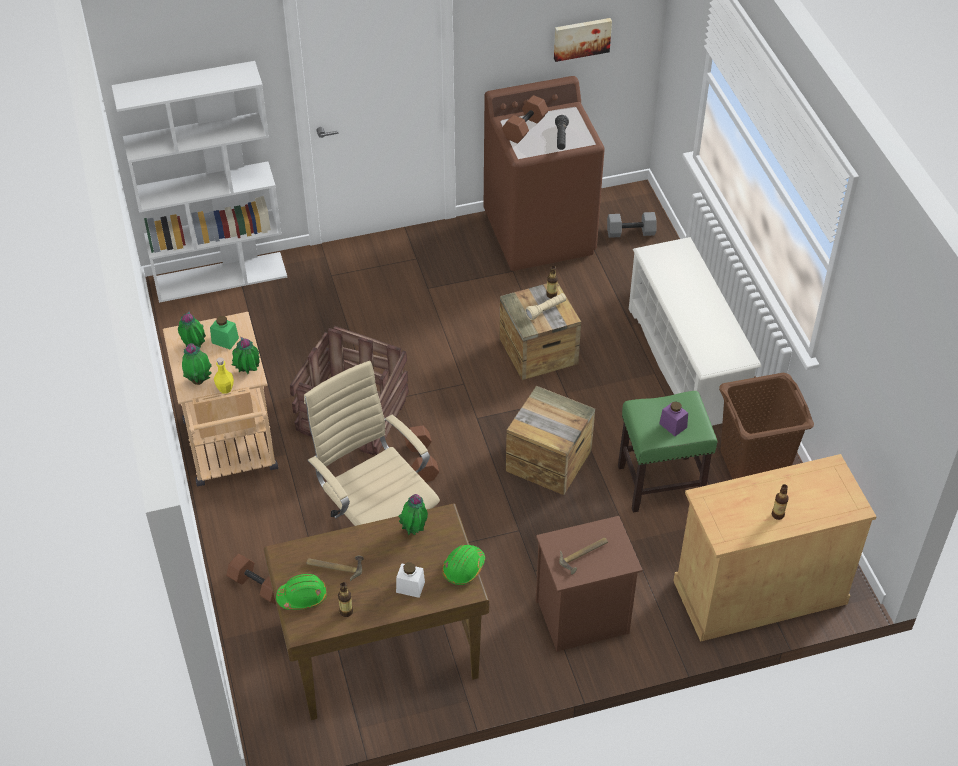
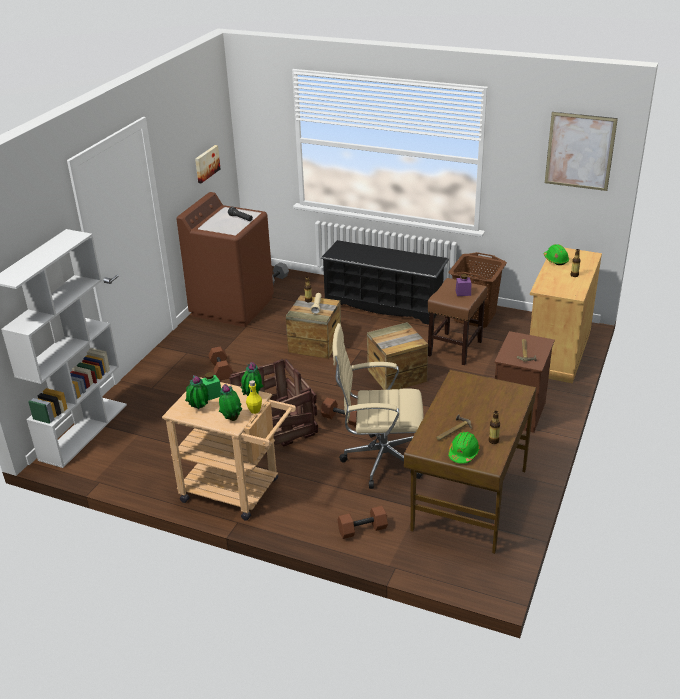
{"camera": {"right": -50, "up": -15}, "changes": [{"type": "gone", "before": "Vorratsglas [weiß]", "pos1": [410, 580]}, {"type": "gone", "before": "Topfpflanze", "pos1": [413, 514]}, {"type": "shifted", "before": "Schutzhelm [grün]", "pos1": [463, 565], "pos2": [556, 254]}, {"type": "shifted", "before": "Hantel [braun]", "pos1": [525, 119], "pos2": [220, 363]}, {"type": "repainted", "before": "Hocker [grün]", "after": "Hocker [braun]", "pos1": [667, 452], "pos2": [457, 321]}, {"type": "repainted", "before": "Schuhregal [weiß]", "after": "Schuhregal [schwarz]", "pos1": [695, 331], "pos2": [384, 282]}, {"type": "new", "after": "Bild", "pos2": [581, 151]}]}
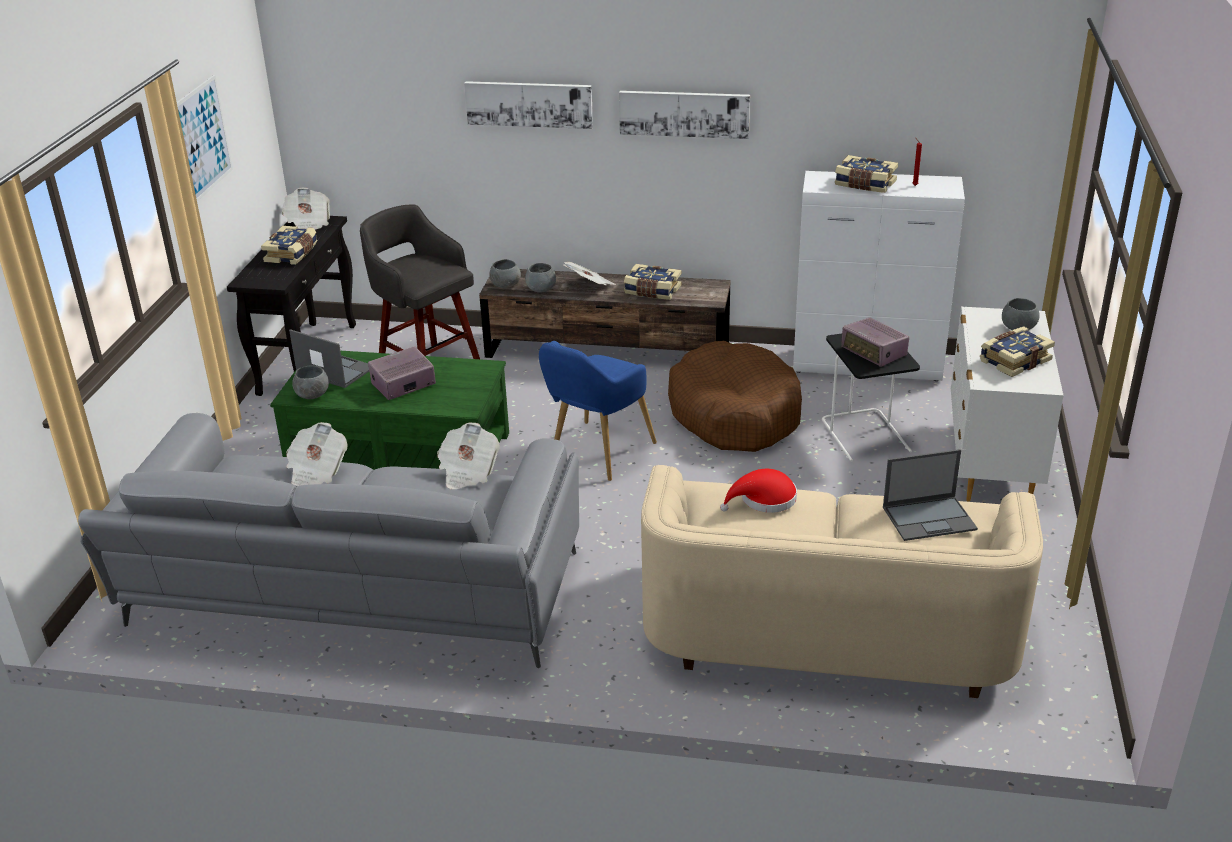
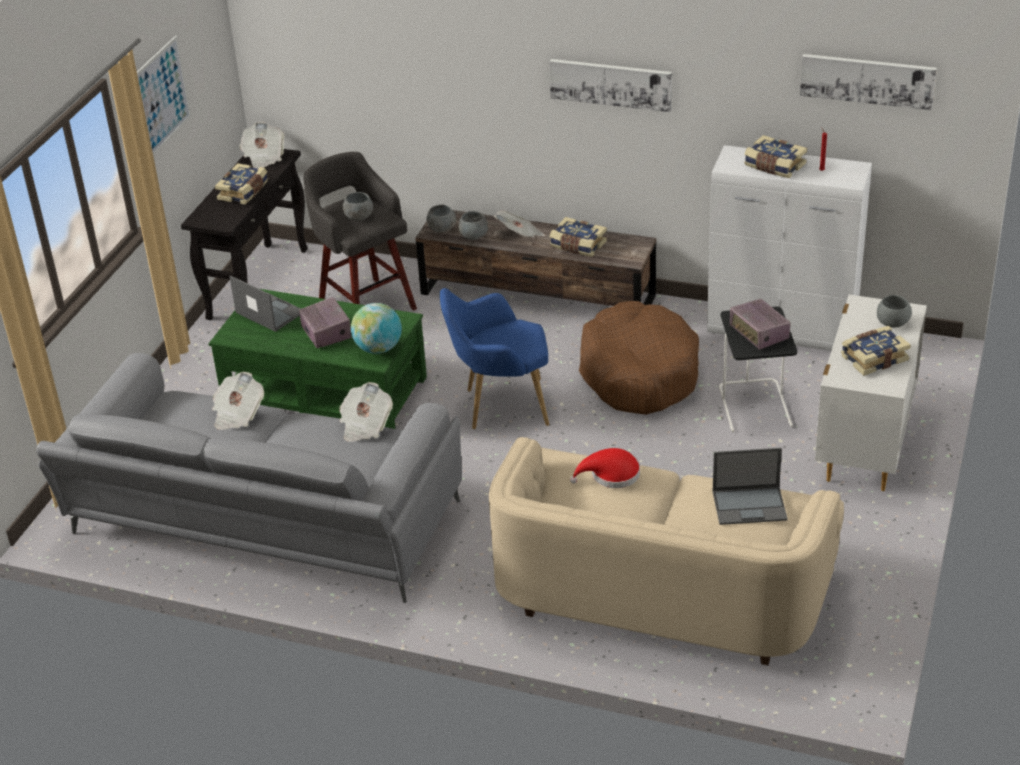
{"camera": {"right": 10, "up": 5}, "changes": [{"type": "shifted", "before": "Schüssel [grau]", "pos1": [310, 382], "pos2": [358, 206]}, {"type": "rotated", "before": "Radio", "pos1": [402, 373], "pos2": [325, 322], "turn": 90}, {"type": "shifted", "before": "Bild", "pos1": [528, 105], "pos2": [868, 82]}, {"type": "rotated", "before": "Sessel [blau]", "pos1": [598, 411], "pos2": [494, 358], "turn": 45}, {"type": "new", "after": "Globus", "pos2": [376, 328]}]}
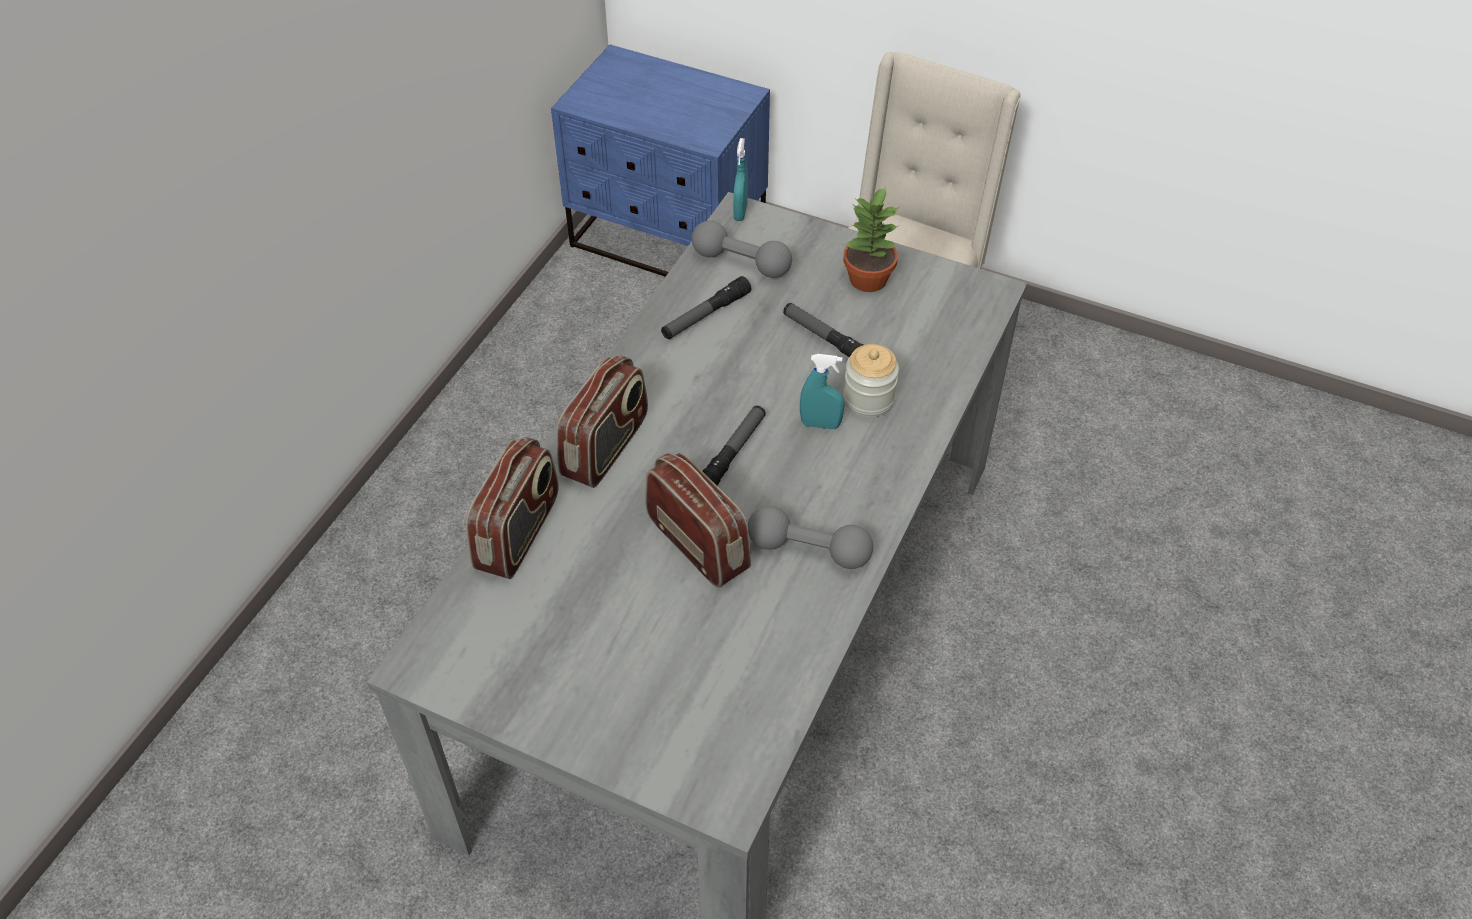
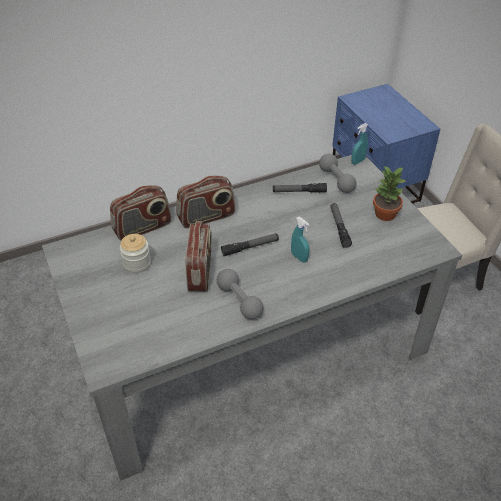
{"camera": {"right": 40, "up": -5}, "changes": [{"type": "shifted", "before": "Vorratsglas", "pos1": [871, 381], "pos2": [135, 253]}]}
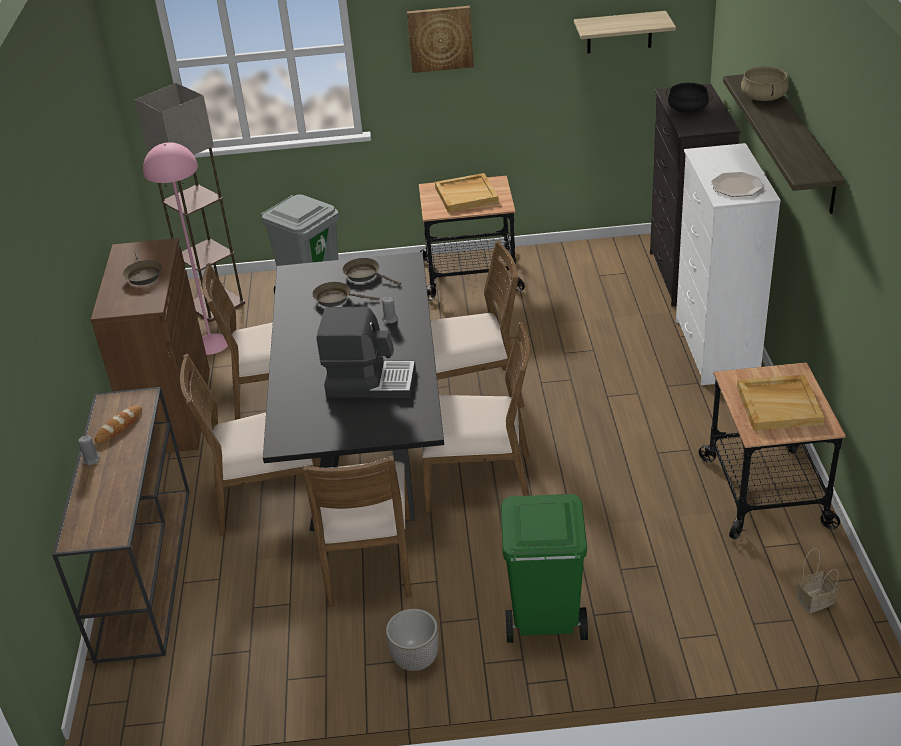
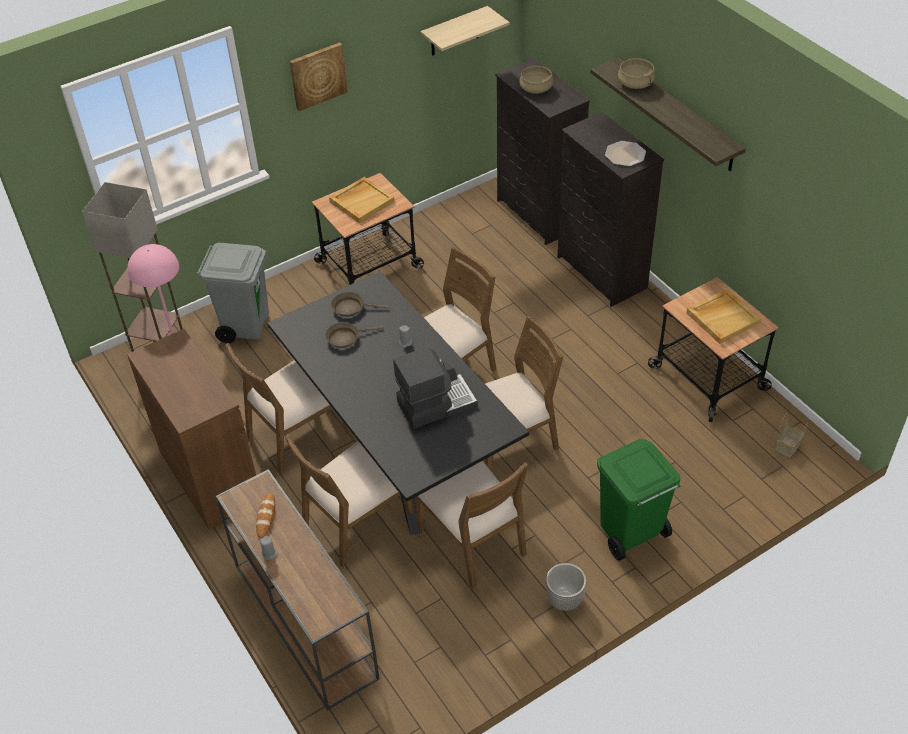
{"camera": {"right": -30, "up": 10}, "changes": [{"type": "gone", "before": "Pfanne [braun]", "pos1": [142, 268]}, {"type": "repainted", "before": "Kochtopf [schwarz]", "after": "Kochtopf [beige]", "pos1": [689, 98], "pos2": [536, 80]}, {"type": "repainted", "before": "Kommode [weiß]", "after": "Kommode [schwarz]", "pos1": [728, 264], "pos2": [610, 209]}]}
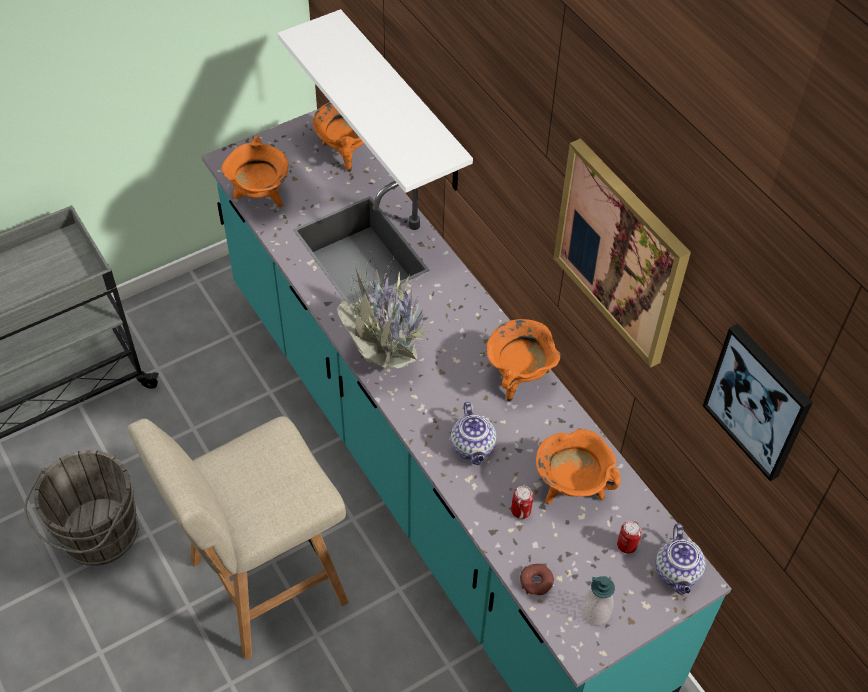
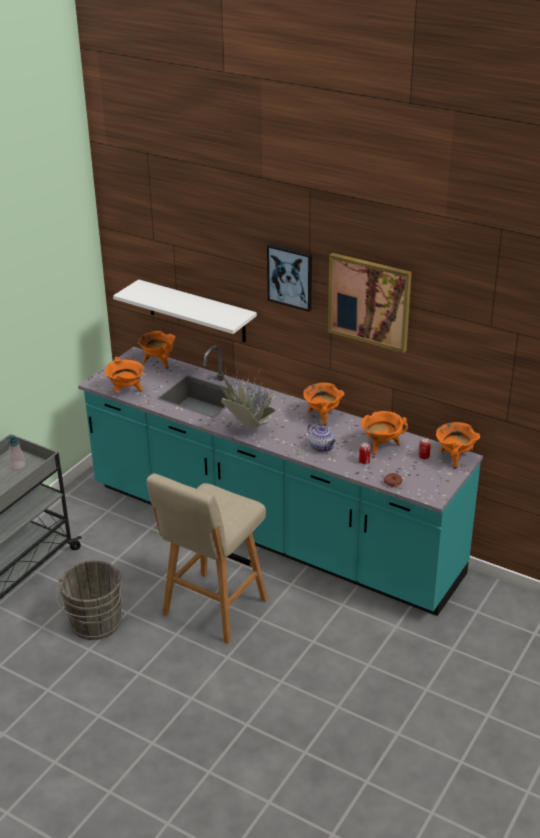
{"camera": {"right": -25, "up": -20}, "changes": [{"type": "shifted", "before": "Seifenspender", "pos1": [598, 600], "pos2": [15, 452]}, {"type": "swapped", "before": "Teekanne", "after": "Kochtopf [orange]", "pos1": [680, 558], "pos2": [458, 445]}, {"type": "shifted", "before": "Bild", "pos1": [758, 402], "pos2": [289, 278]}]}
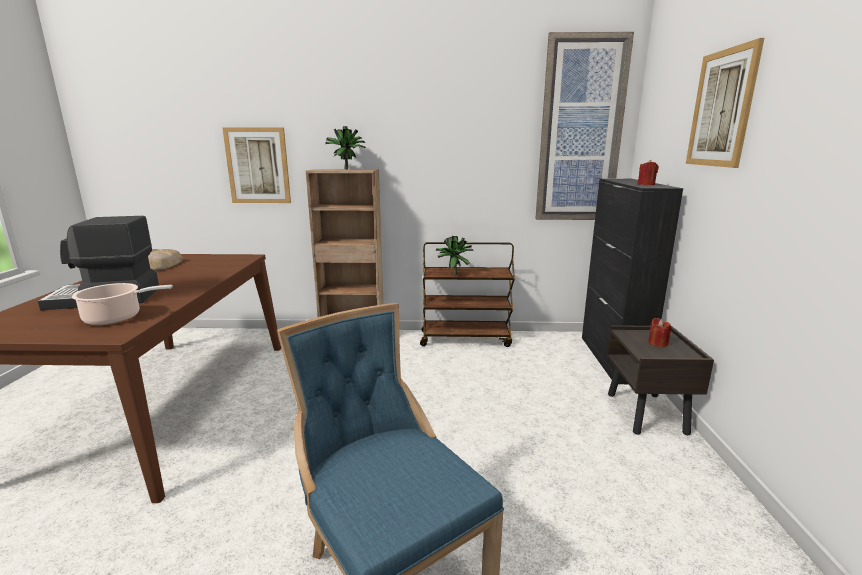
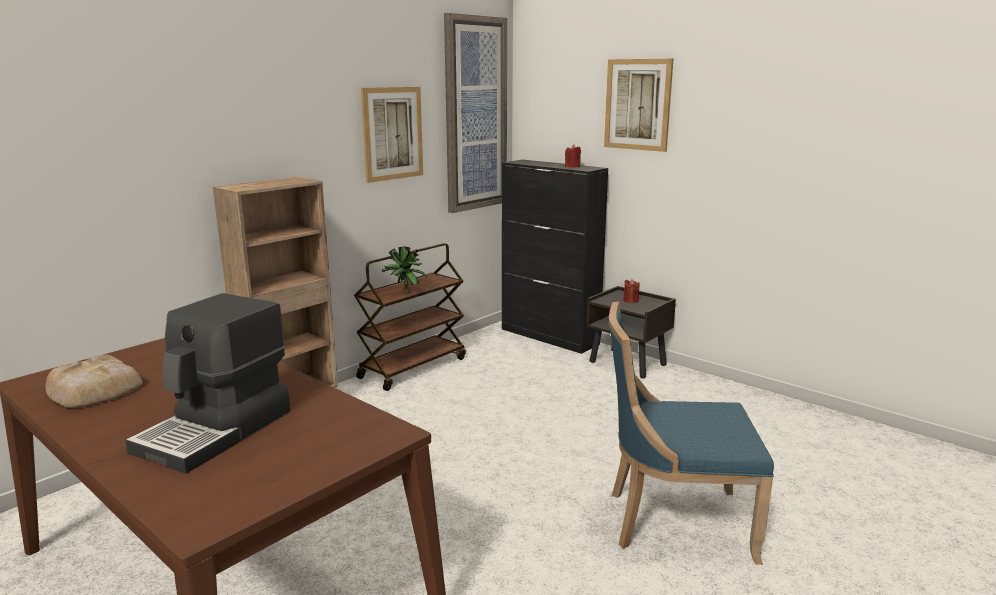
{"camera": {"right": -50, "up": 0}, "changes": [{"type": "gone", "before": "Kochtopf", "pos1": [122, 304]}, {"type": "shifted", "before": "Bild", "pos1": [256, 165], "pos2": [392, 135]}, {"type": "gone", "before": "Topfpflanze", "pos1": [345, 147]}]}
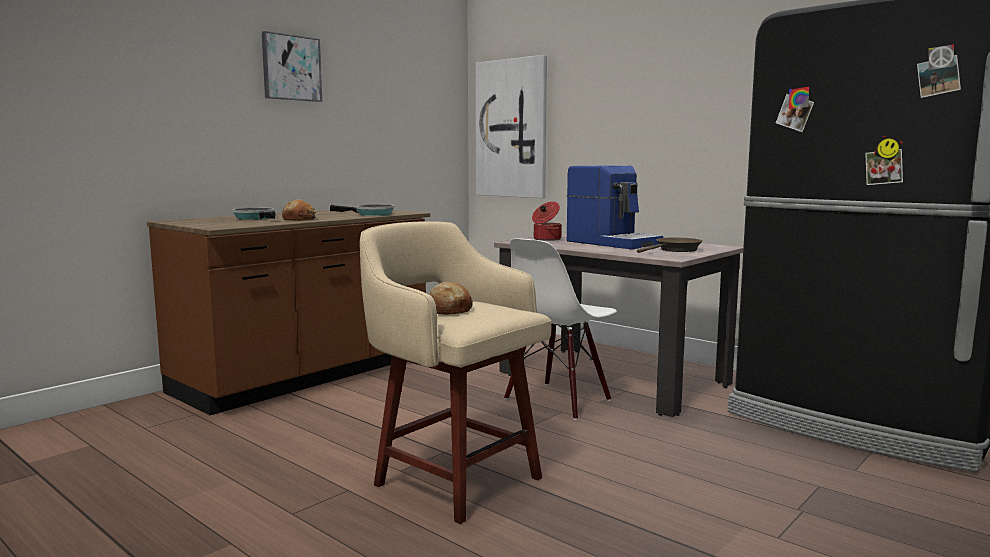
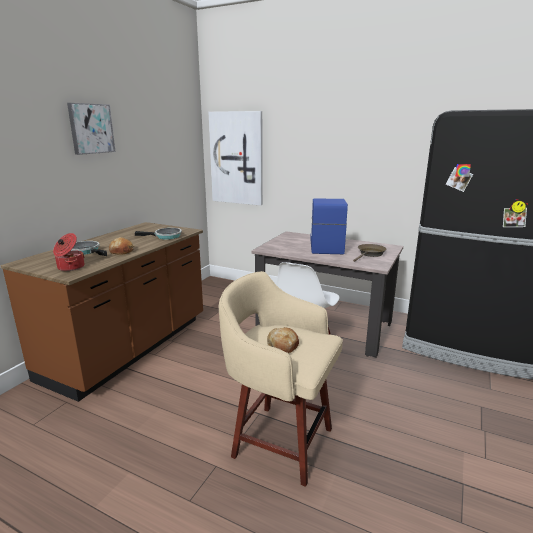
{"camera": {"right": -15, "up": 10}, "changes": [{"type": "shifted", "before": "Kochtopf", "pos1": [547, 221], "pos2": [68, 252]}, {"type": "rotated", "before": "Kaffeemaschine", "pos1": [615, 207], "pos2": [329, 226], "turn": -120}]}
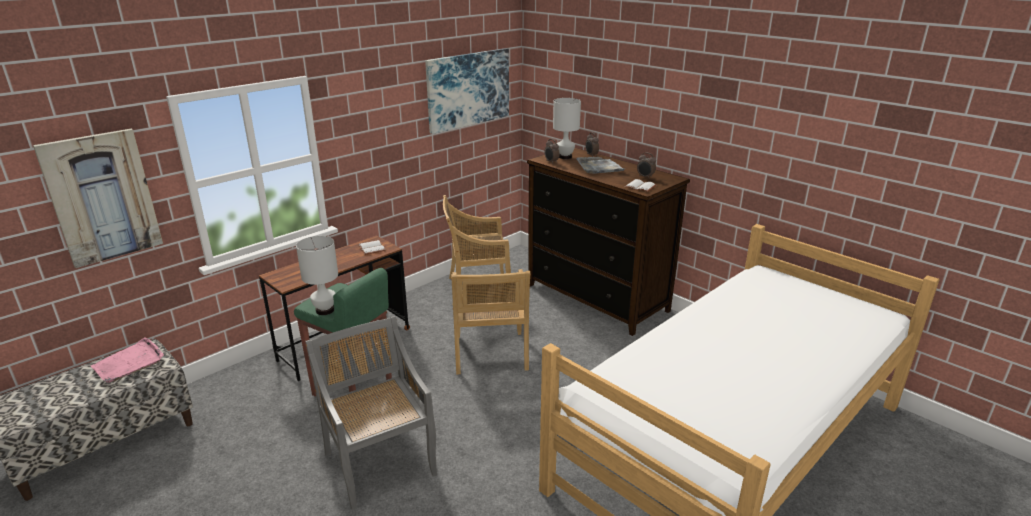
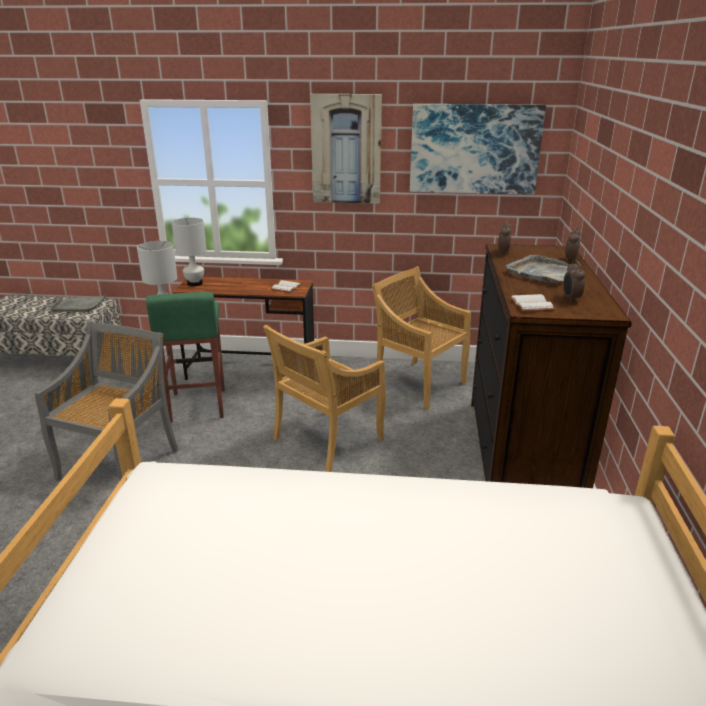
{"camera": {"right": 50, "up": 0}, "changes": [{"type": "shifted", "before": "Bild", "pos1": [98, 198], "pos2": [346, 149]}, {"type": "repainted", "before": "Tablett [rosa]", "after": "Tablett [grau]", "pos1": [127, 360], "pos2": [78, 303]}, {"type": "shifted", "before": "Tischlampe [weiß]", "pos1": [567, 128], "pos2": [189, 252]}]}
